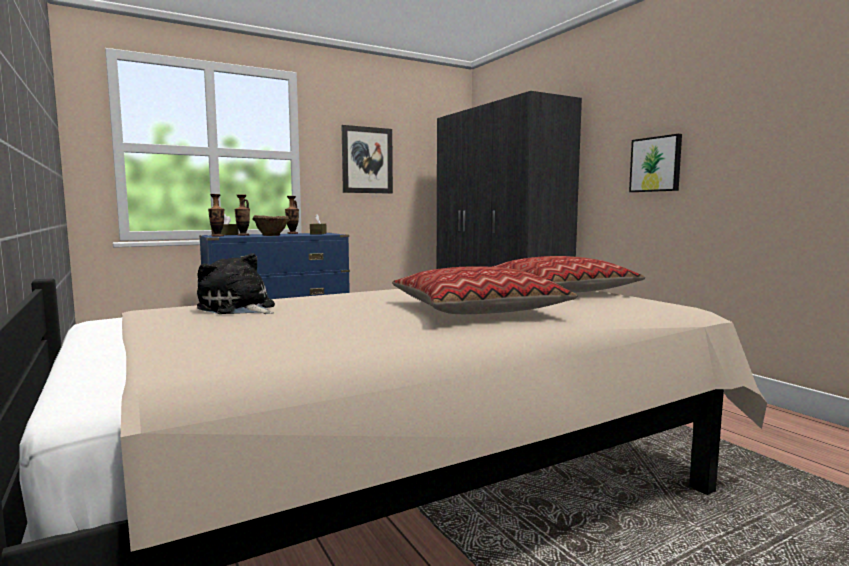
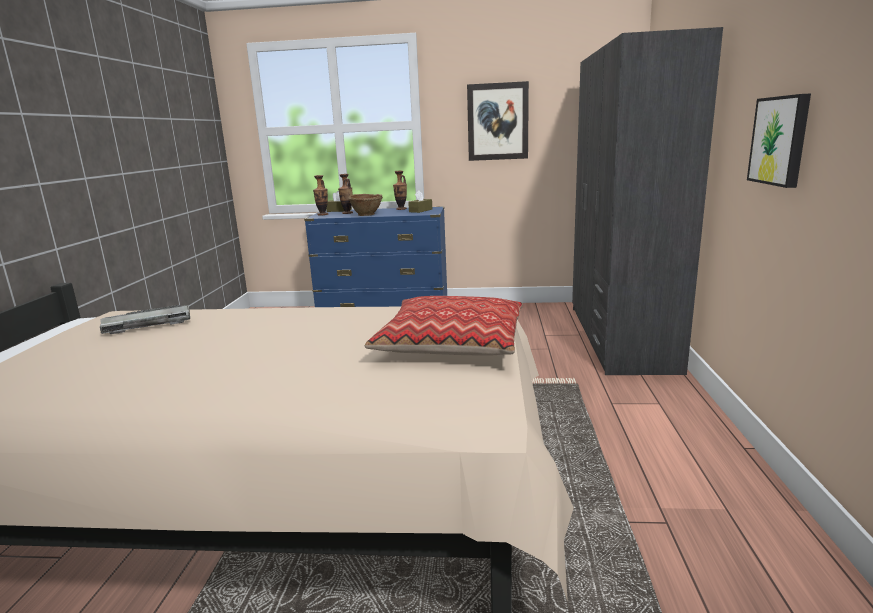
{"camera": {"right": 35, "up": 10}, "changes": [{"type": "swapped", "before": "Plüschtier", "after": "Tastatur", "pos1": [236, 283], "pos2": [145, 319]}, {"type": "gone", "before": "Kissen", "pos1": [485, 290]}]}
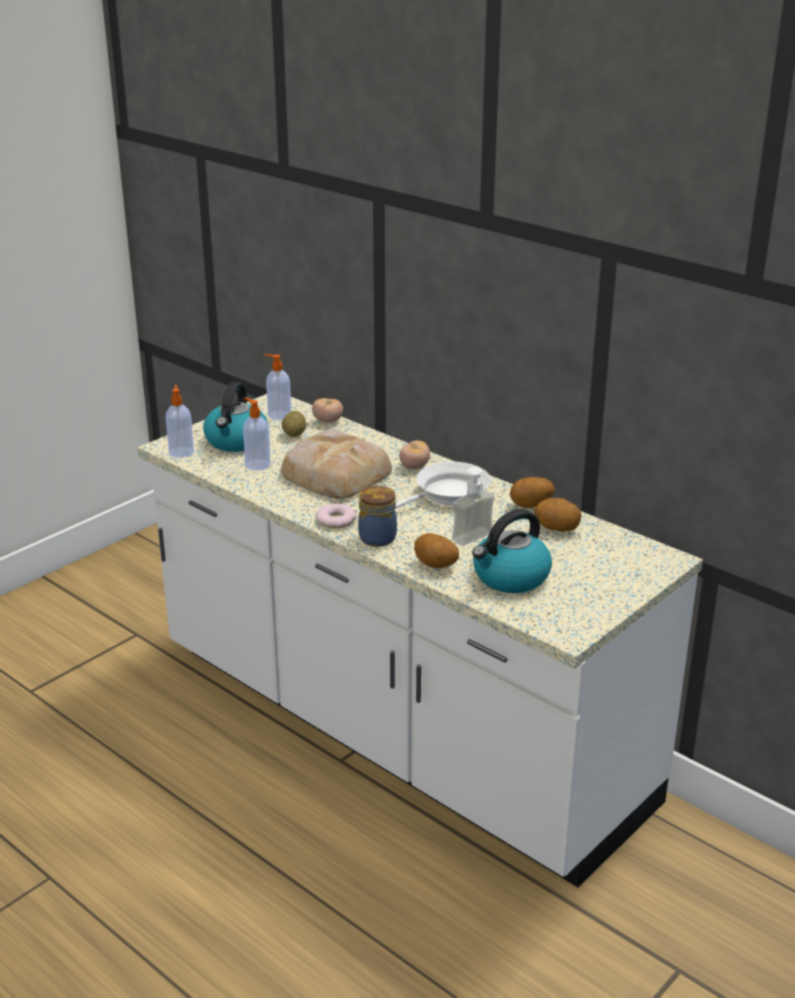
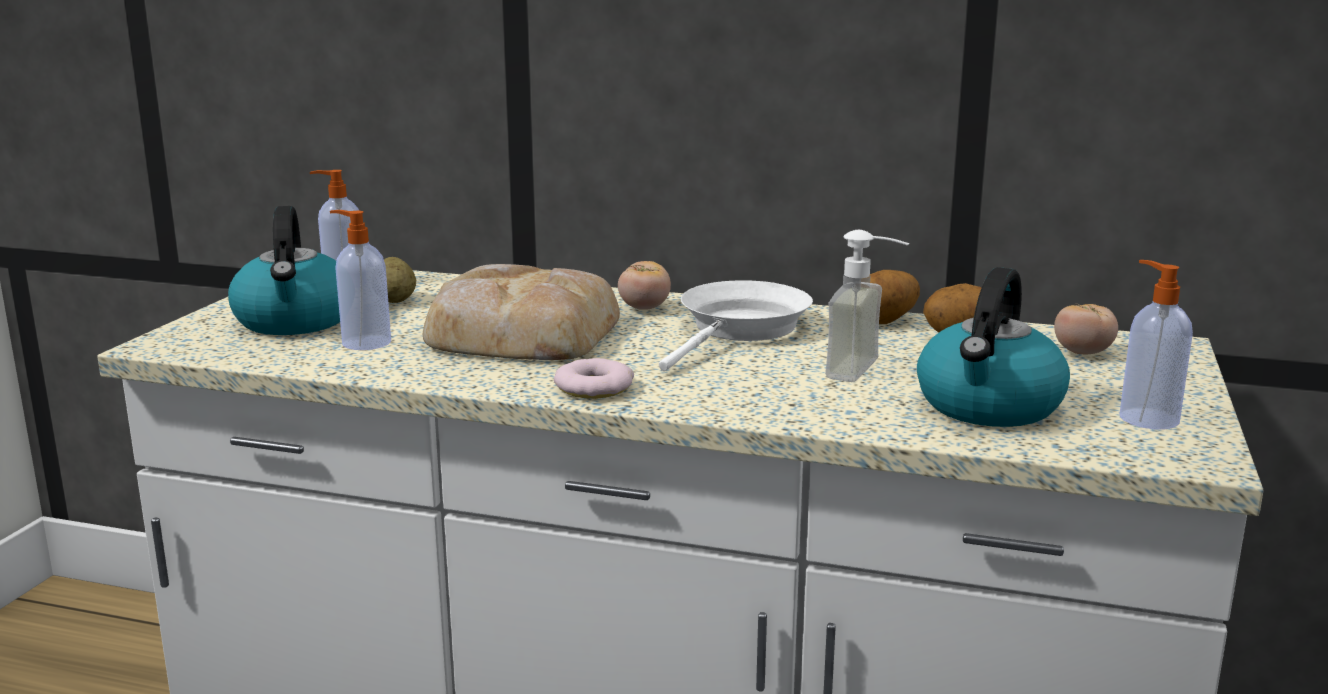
{"camera": {"right": -25, "up": -10}, "changes": [{"type": "shifted", "before": "Seifenspender", "pos1": [180, 421], "pos2": [1156, 344]}, {"type": "shifted", "before": "Tomate", "pos1": [327, 410], "pos2": [1086, 329]}, {"type": "gone", "before": "Vorratsglas", "pos1": [377, 516]}, {"type": "gone", "before": "Kartoffel", "pos1": [436, 550]}]}
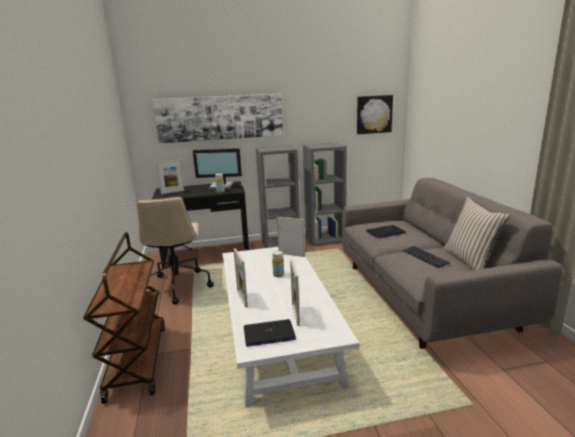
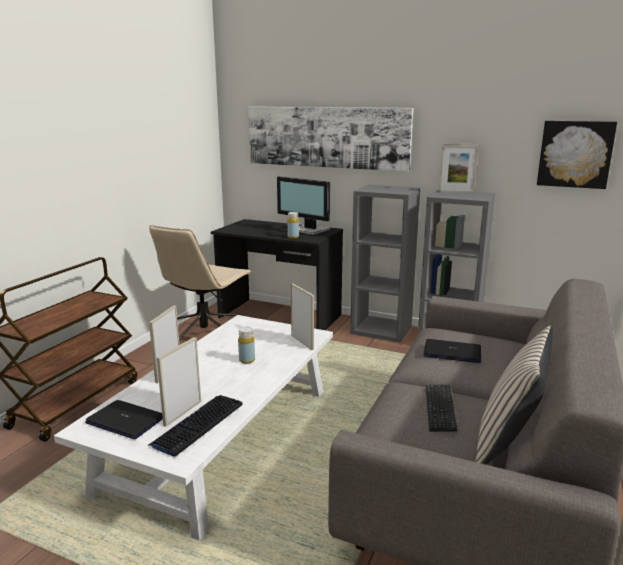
{"camera": {"right": 35, "up": 0}, "changes": [{"type": "shifted", "before": "Bilderrahmen", "pos1": [170, 177], "pos2": [458, 168]}, {"type": "new", "after": "Tastatur", "pos2": [196, 426]}]}
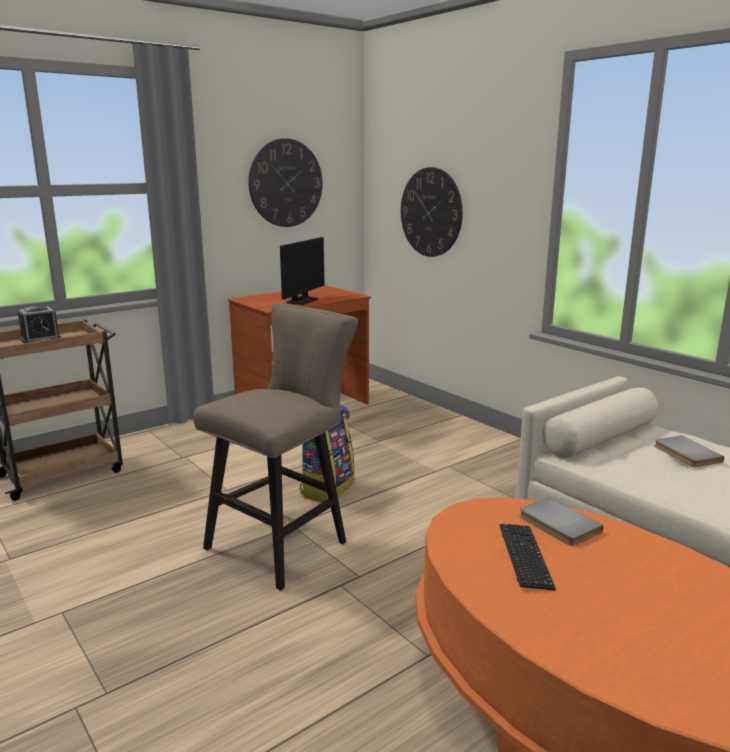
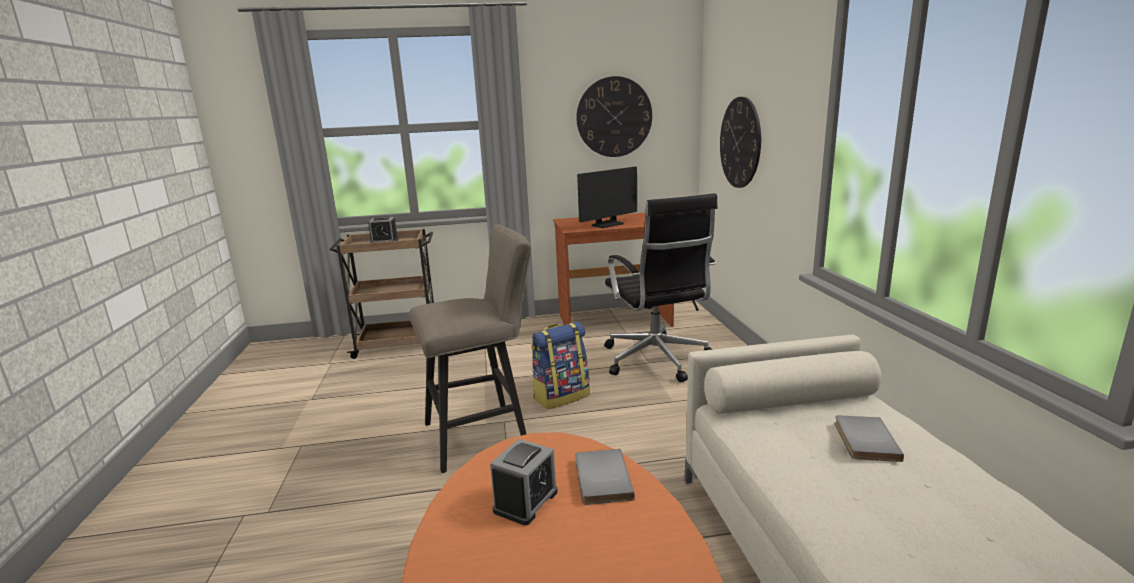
{"camera": {"right": 30, "up": 0}, "changes": [{"type": "swapped", "before": "Tastatur", "after": "Wecker", "pos1": [528, 556], "pos2": [524, 482]}, {"type": "new", "after": "Bürostuhl [schwarz]", "pos2": [661, 287]}]}
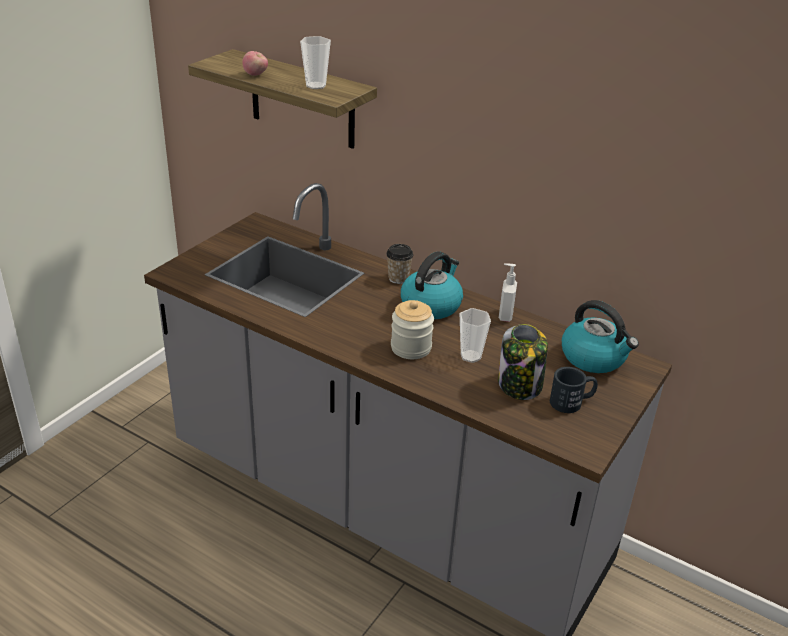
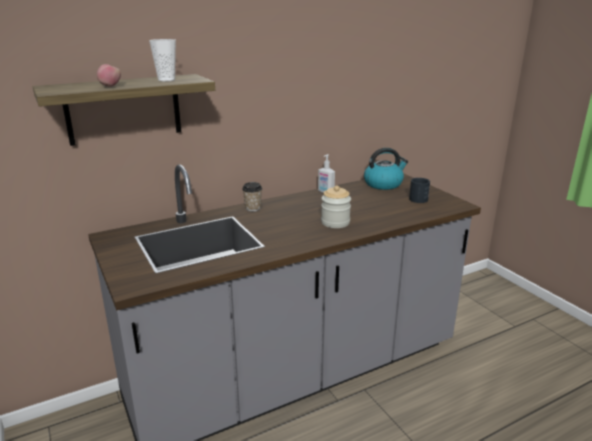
{"camera": {"right": -60, "up": -10}, "changes": [{"type": "gone", "before": "Wasserkessel", "pos1": [432, 285]}, {"type": "gone", "before": "Tasse", "pos1": [475, 335]}, {"type": "gone", "before": "Vorratsglas", "pos1": [523, 362]}]}
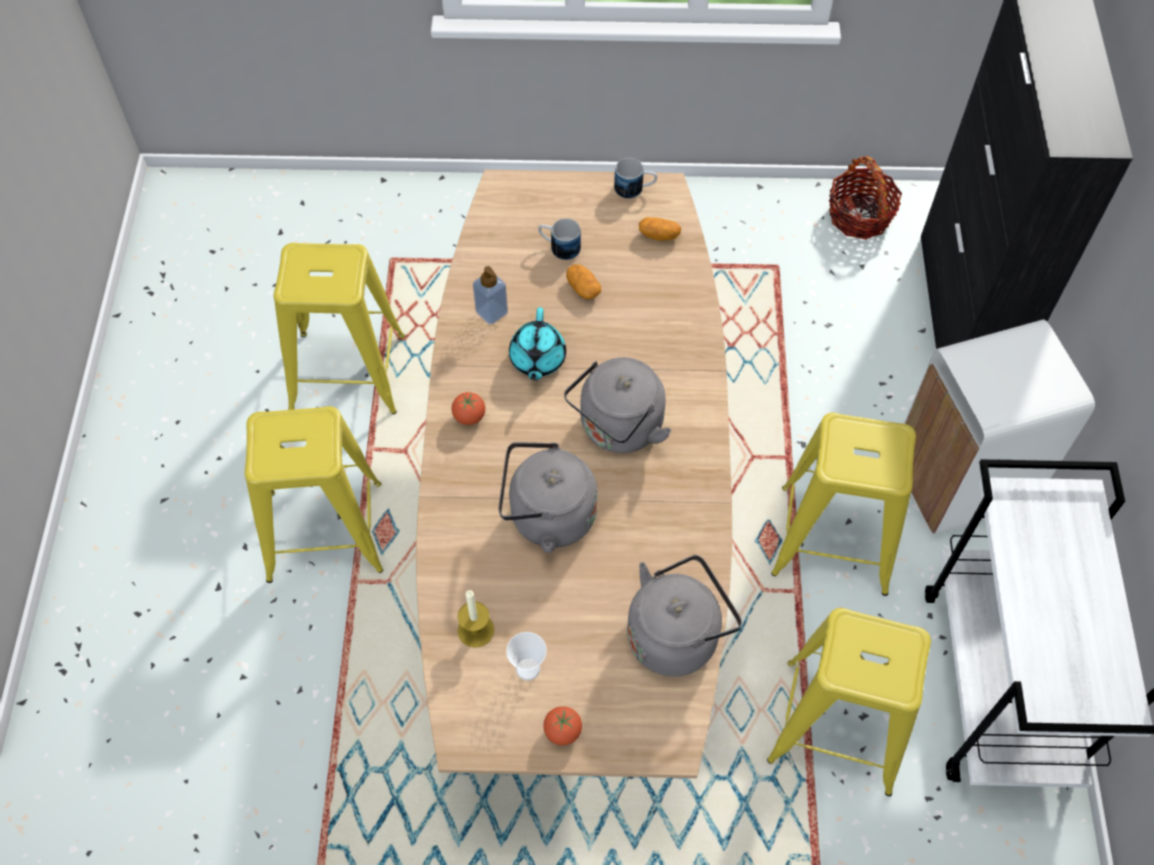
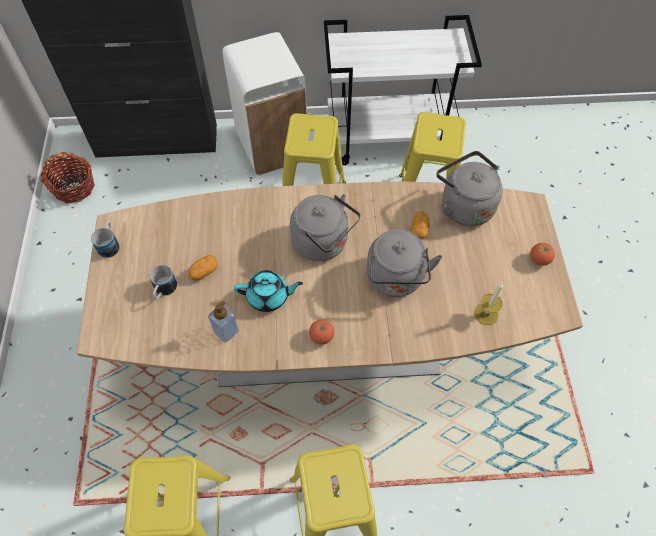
{"camera": {"right": -95, "up": 0}, "changes": [{"type": "gone", "before": "Tasse", "pos1": [526, 656]}, {"type": "shifted", "before": "Kartoffel", "pos1": [660, 229], "pos2": [420, 225]}]}
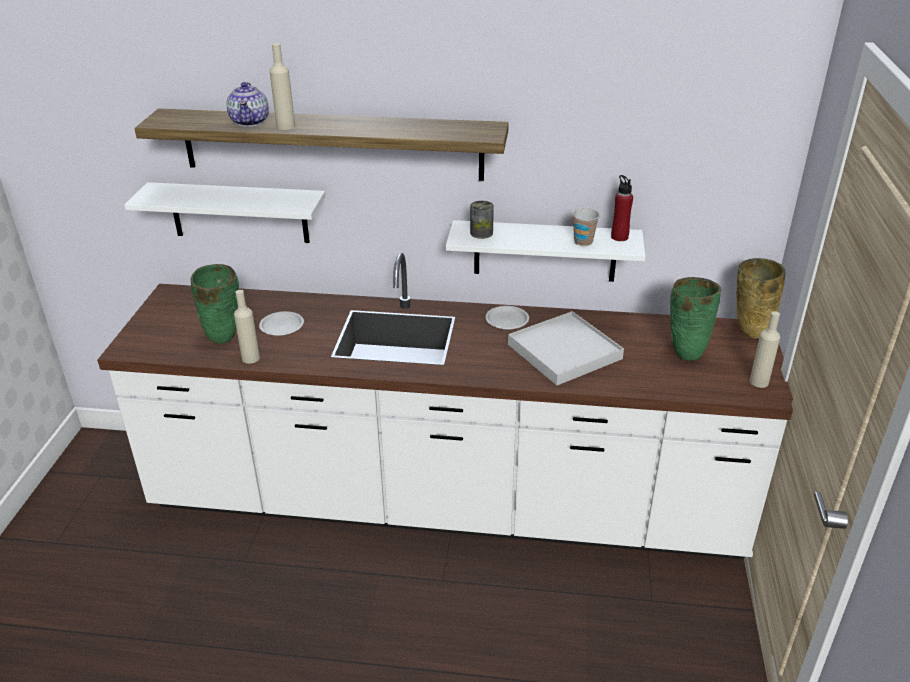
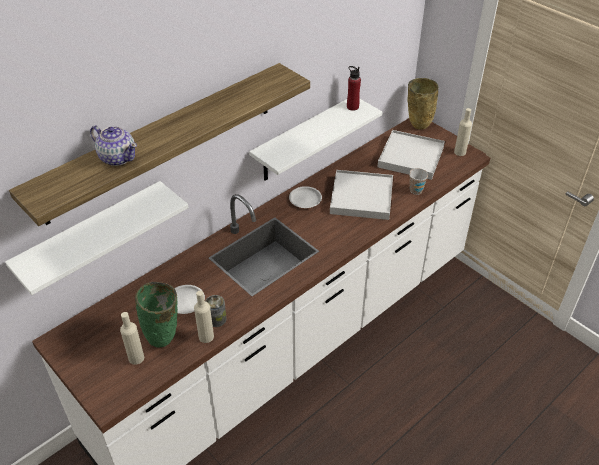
{"camera": {"right": -50, "up": 10}, "changes": [{"type": "shifted", "before": "Flasche [beige]", "pos1": [282, 86], "pos2": [132, 338]}, {"type": "shifted", "before": "Dose", "pos1": [482, 220], "pos2": [216, 311]}, {"type": "shifted", "before": "Tasse", "pos1": [586, 227], "pos2": [418, 181]}, {"type": "swapped", "before": "Vase [grün]", "after": "Tablett [weiß]", "pos1": [695, 319], "pos2": [411, 155]}]}
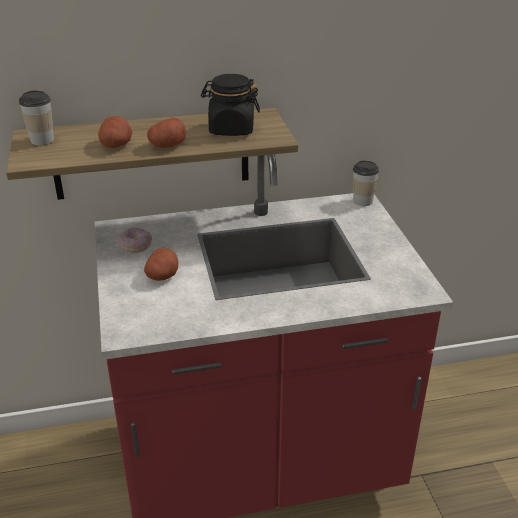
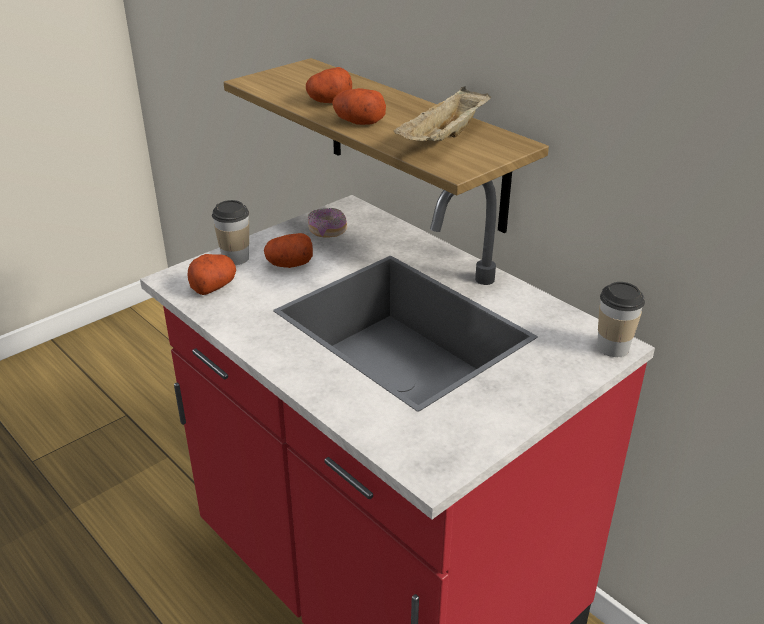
{"camera": {"right": 60, "up": 0}, "changes": [{"type": "shifted", "before": "Tasse", "pos1": [36, 117], "pos2": [230, 232]}, {"type": "swapped", "before": "Vorratsglas [schwarz]", "after": "Tablett [beige]", "pos1": [230, 105], "pos2": [442, 113]}, {"type": "new", "after": "Kartoffel", "pos2": [211, 274]}]}
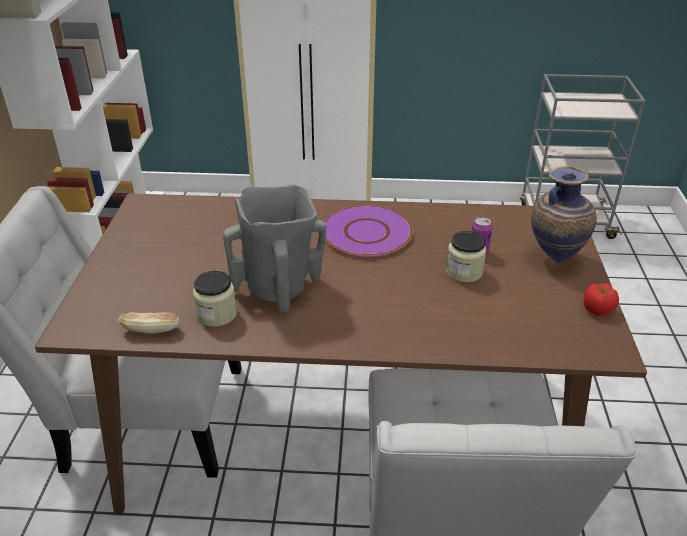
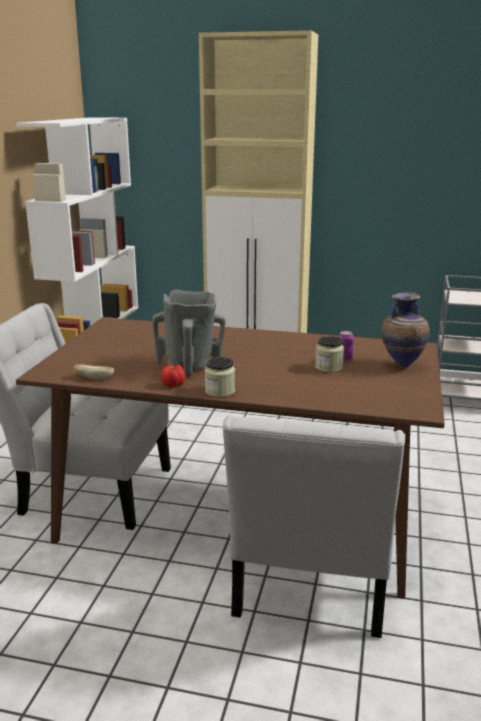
{"camera": {"right": 10, "up": -15}, "changes": [{"type": "shifted", "before": "Vorratsglas", "pos1": [215, 298], "pos2": [220, 377]}, {"type": "gone", "before": "Teller [lila]", "pos1": [368, 231]}, {"type": "shifted", "before": "Tomate", "pos1": [601, 299], "pos2": [173, 376]}]}
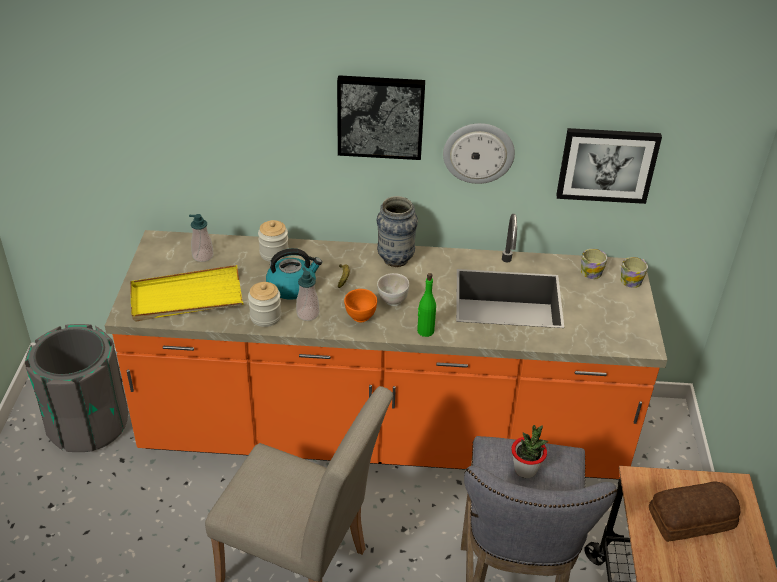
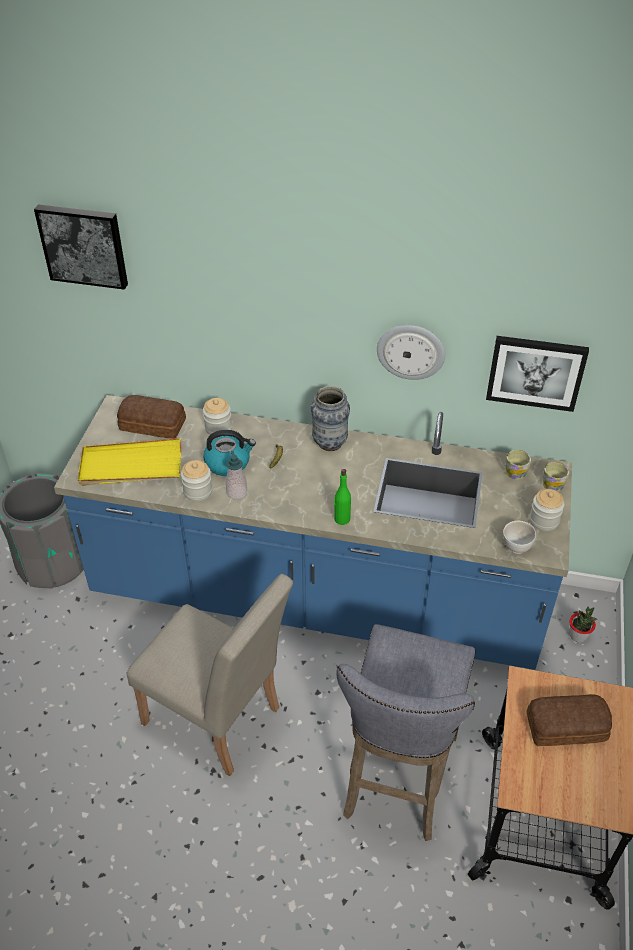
{"camera": {"right": 10, "up": 5}, "changes": [{"type": "repainted", "before": "Küchenzeile [orange]", "after": "Küchenzeile [blau]", "pos1": [386, 346], "pos2": [313, 532]}, {"type": "swapped", "before": "Seifenspender", "after": "Brot", "pos1": [201, 238], "pos2": [151, 417]}, {"type": "shifted", "before": "Bild", "pos1": [381, 117], "pos2": [81, 247]}, {"type": "gone", "before": "Schüssel [orange]", "pos1": [360, 305]}, {"type": "shifted", "before": "Schüssel [weiß]", "pos1": [393, 289], "pos2": [519, 537]}, {"type": "shifted", "before": "Topfpflanze", "pos1": [529, 451], "pos2": [583, 624]}, {"type": "new", "after": "Vorratsglas", "pos2": [547, 510]}]}
